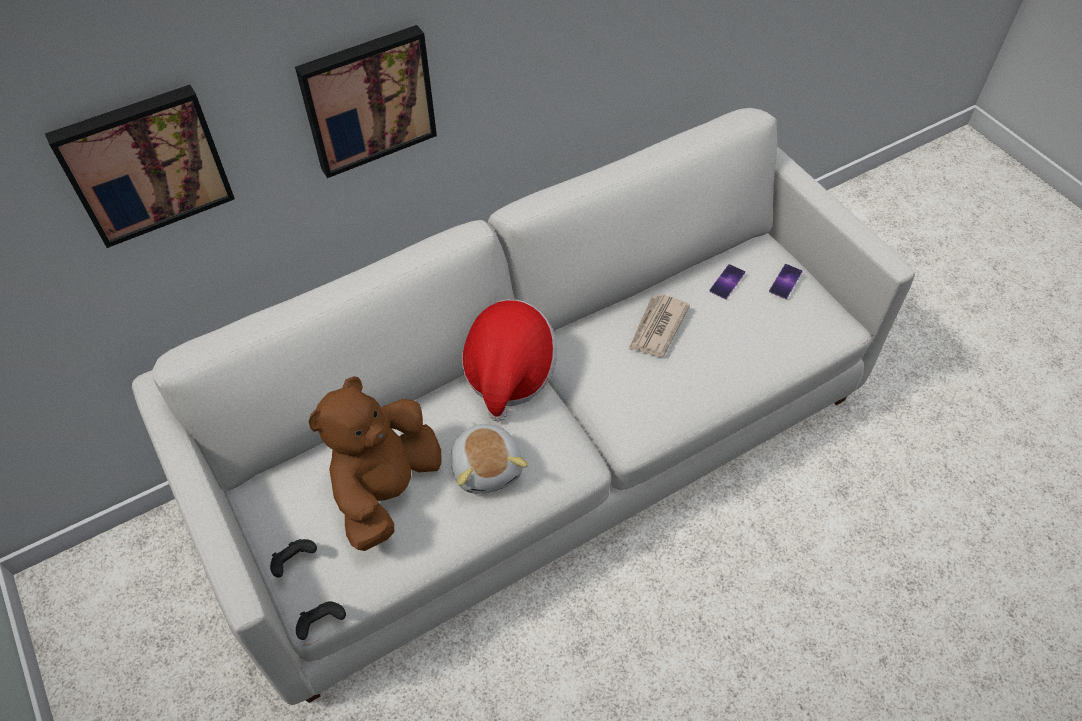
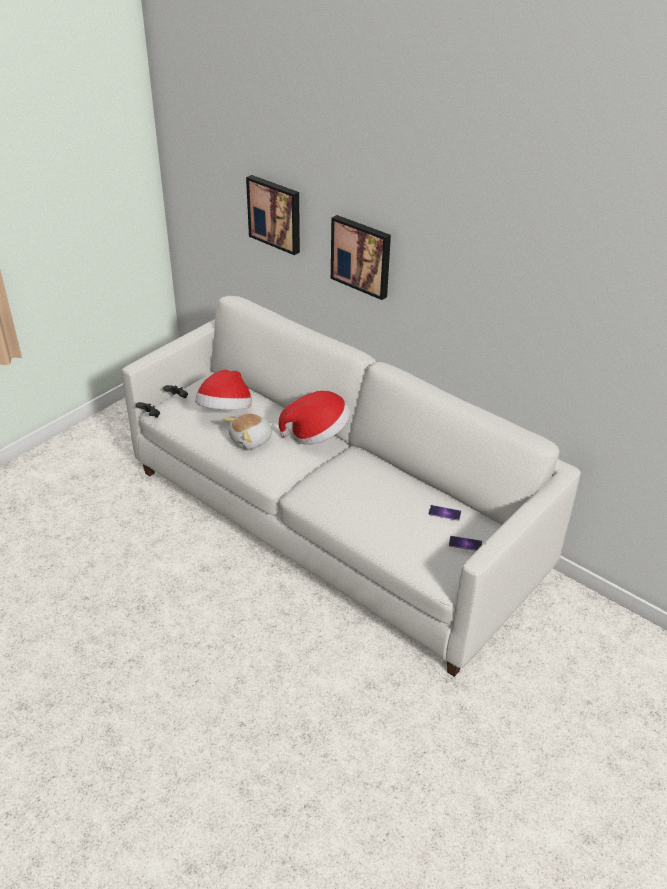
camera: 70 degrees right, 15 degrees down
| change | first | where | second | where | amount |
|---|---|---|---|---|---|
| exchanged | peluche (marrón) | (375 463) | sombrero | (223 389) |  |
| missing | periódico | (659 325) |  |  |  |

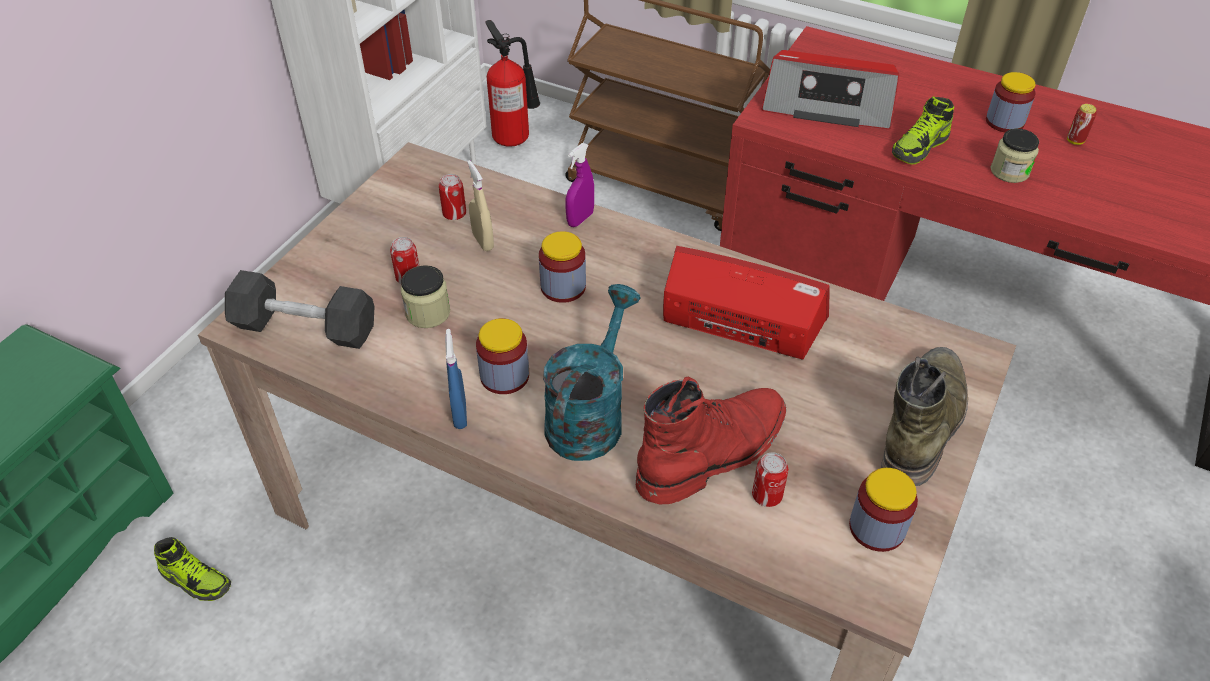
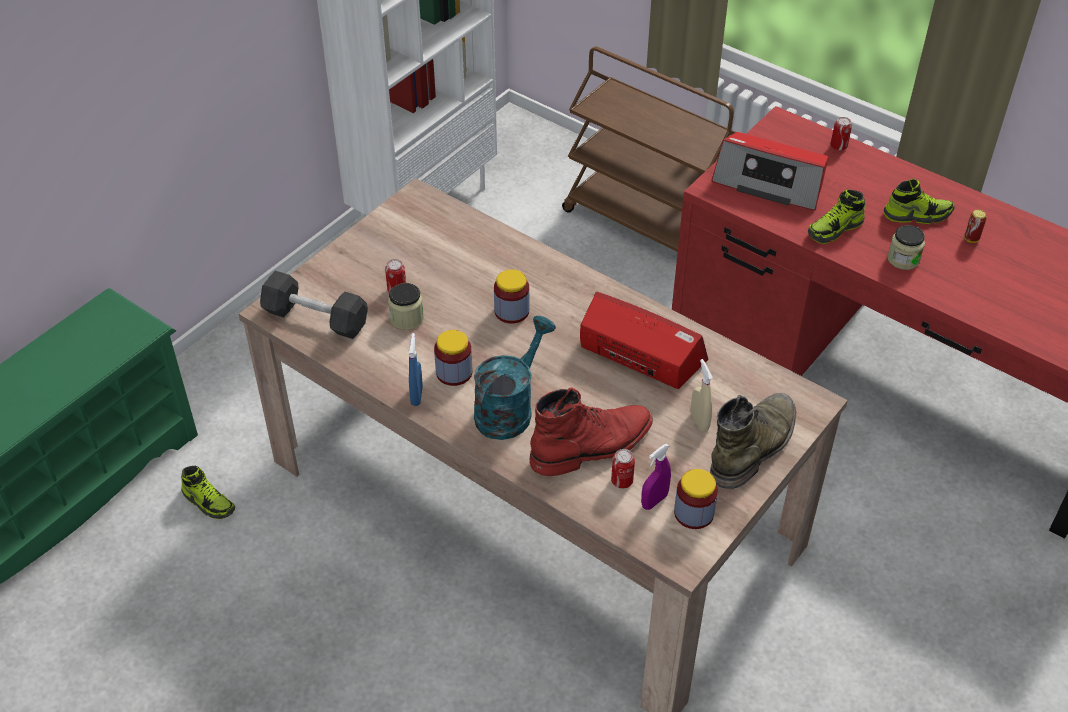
camera: 10 degrees right, 0 degrees up
| change | first | where | second | where | amount |
|---|---|---|---|---|---|
| relocated | pulverizador (morado) | (579 185) |  | (656 477) |  |
| relocated | pulverizador (beis) | (480 205) |  | (702 395) |  |
| relocated | lata | (452 197) |  | (841 133) |  |
| exchanged | tarro | (1011 102) | zapato | (919 201) |  |
| missing | extintor | (512 83) |  |  |  |

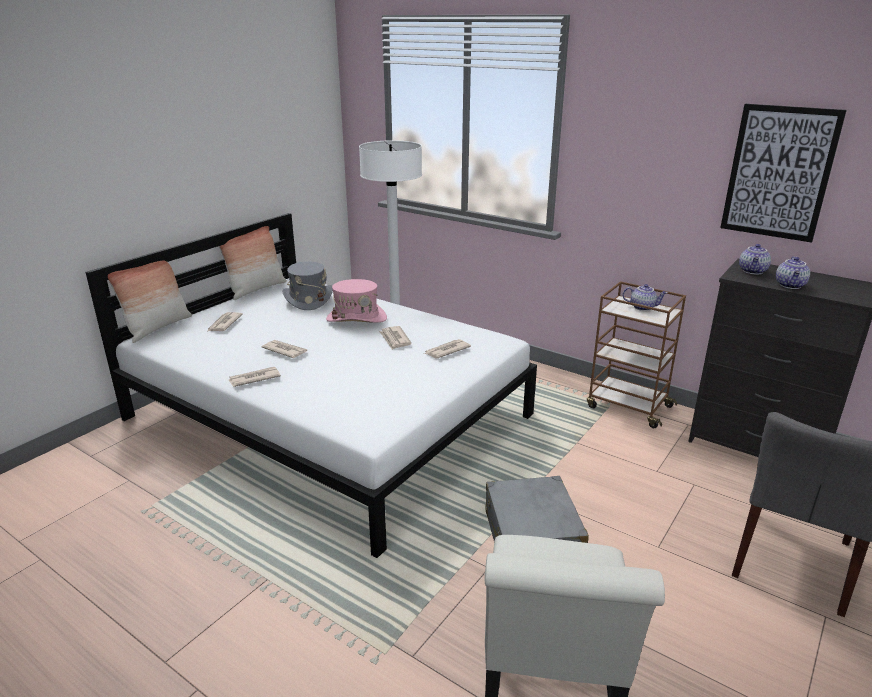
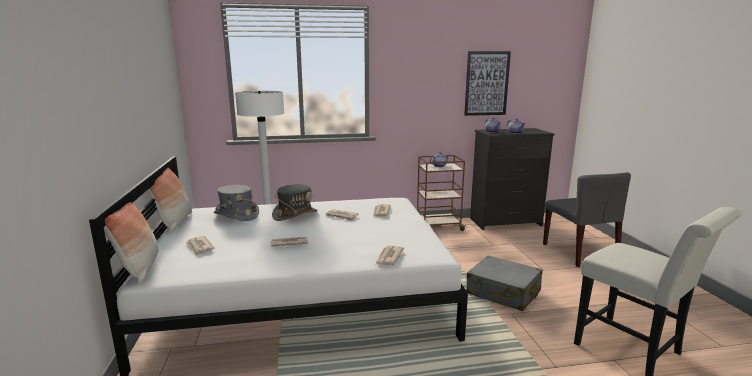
camera: 45 degrees left, 10 degrees down
| change | first | where | second | where | amount |
|---|---|---|---|---|---|
| colour | sombrero (rosa) | (356 301) | sombrero (gris) | (295 202) |  |
| relocated | periódico | (255 377) |  | (390 255) |  |

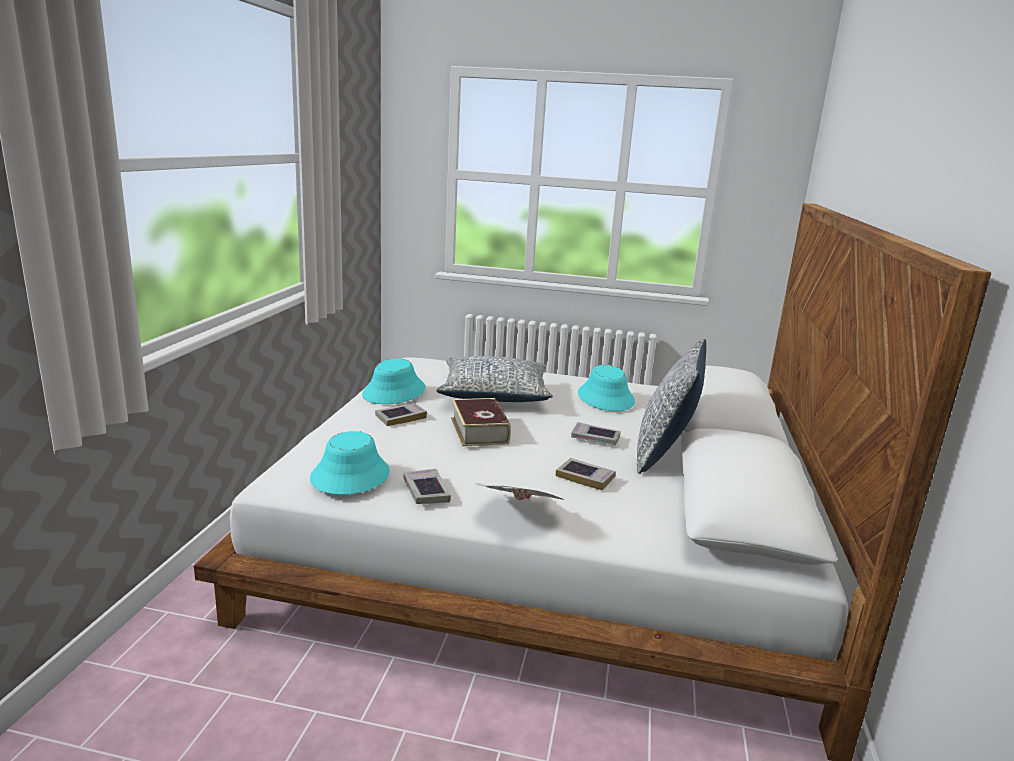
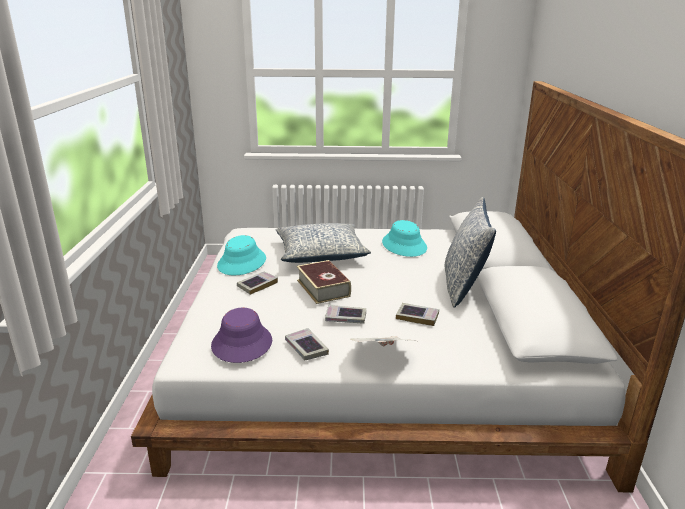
camera: 10 degrees left, 5 degrees up
| change | first | where | second | where | amount |
|---|---|---|---|---|---|
| colour | sombrero (turquesa) | (350 463) | sombrero (morado) | (241 335) |  |
| relocated | libro | (596 433) |  | (345 314) |  |

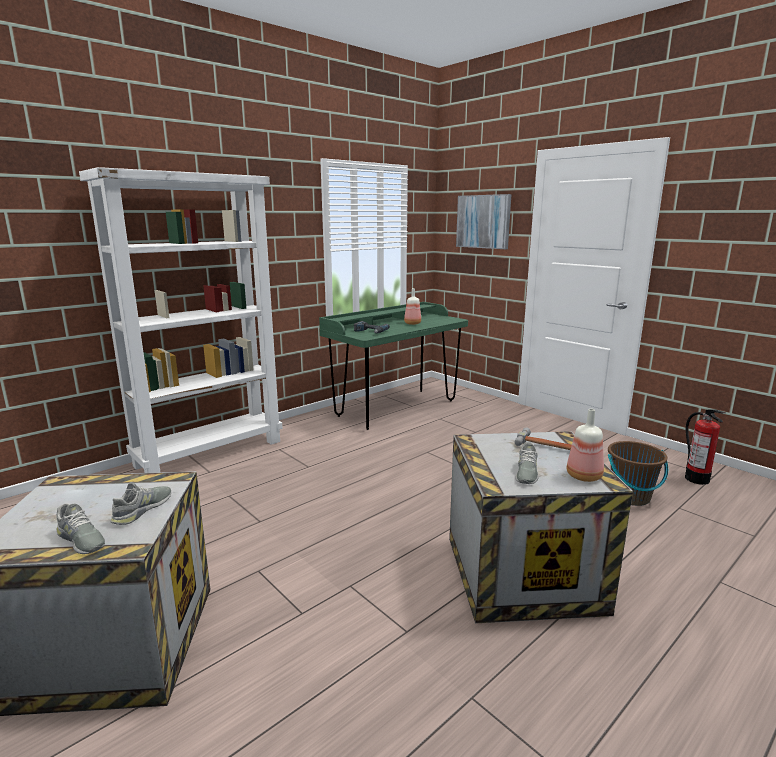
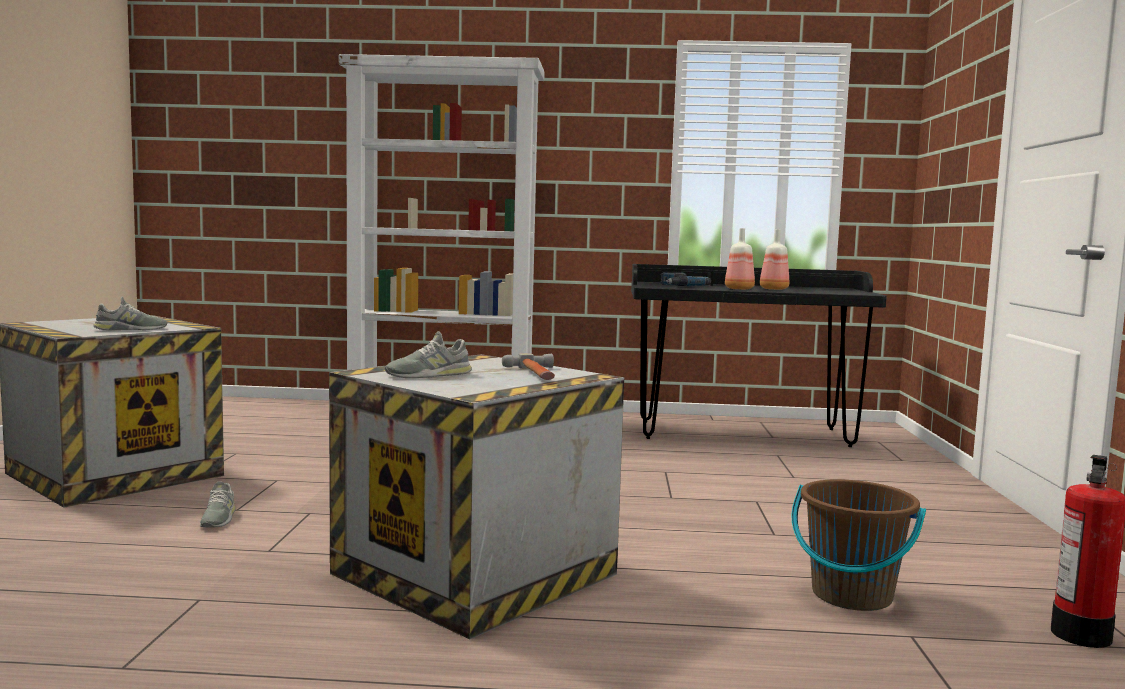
camera: 45 degrees right, 10 degrees down
| change | first | where | second | where | amount |
|---|---|---|---|---|---|
| relocated | zapato (gris) | (80 528) |  | (218 504) |  |
| colour | escritorio (verde) | (393 366) | escritorio (negro) | (759 355) |  |
| relocated | botella | (585 445) |  | (740 259) |  |
| missing | cuadro | (484 221) |  |  |  |

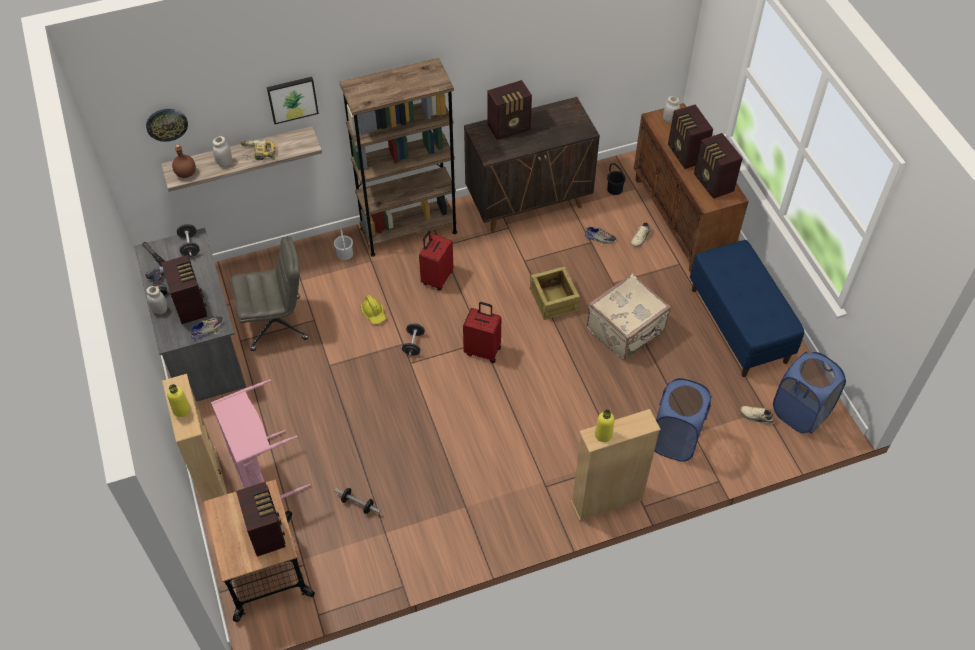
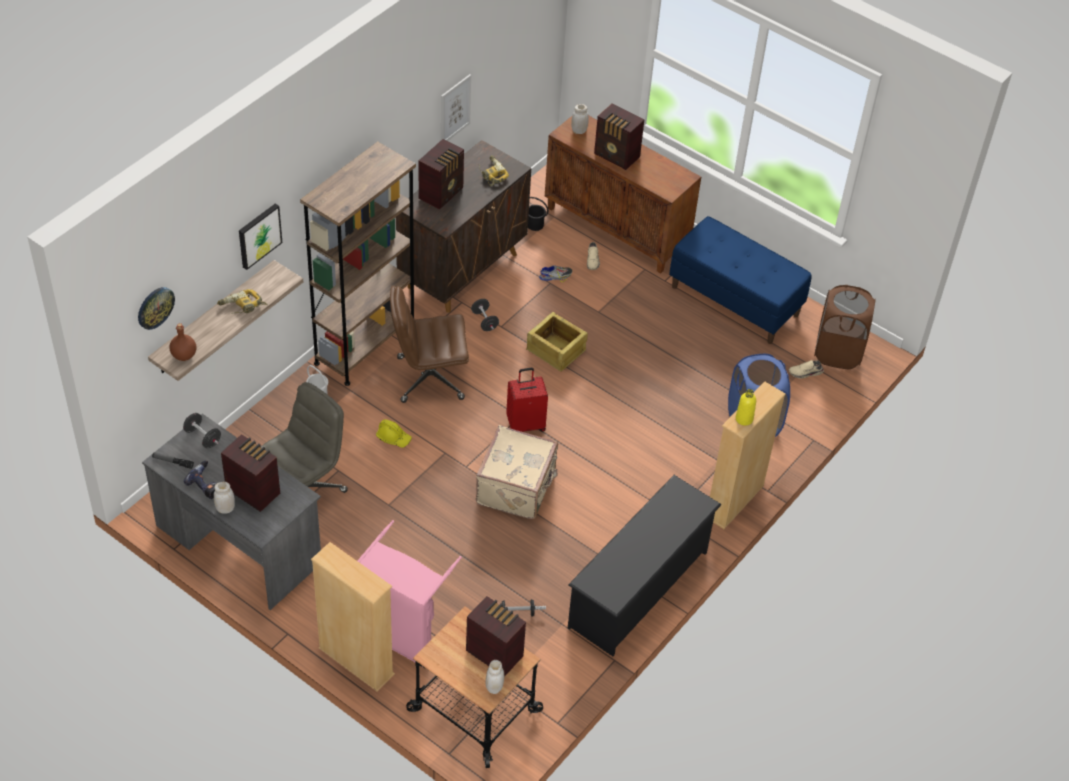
camera: 35 degrees left, 5 degrees down
| change | first | where | second | where | amount |
|---|---|---|---|---|---|
| exchanged | maleta (rojo) | (436 260) | silla de oficina (marrón) | (429 344) |  |
| appeared |  |  | cuadro | (456 107) |  |
| relocated | mancuerna (negro) | (413 339) |  | (485 315) |  |
| relocated | maleta (beis) | (629 316) |  | (517 472) |  |
| appeared |  |  | taladro | (494 170) |  |
| relocated | tarro (blanco) | (222 151) |  | (495 677) |  |
| appeared |  |  | zapatero (negro) | (645 565) |  |
| colour | cesto de la ropa (azul) | (809 393) | cesto de la ropa (marrón) | (845 327) |  |
| missing | botella (amarillo) | (179 400) |  |  |  |
| missing | zapato | (206 328) |  |  |  |
| missing | radio | (718 166) |  |  |  |

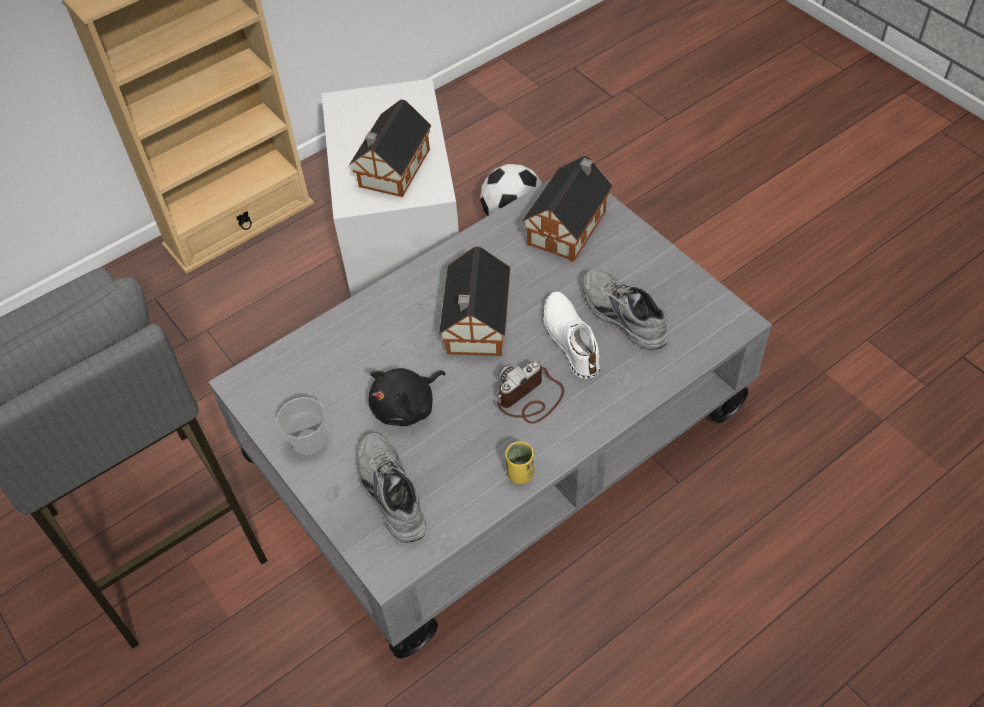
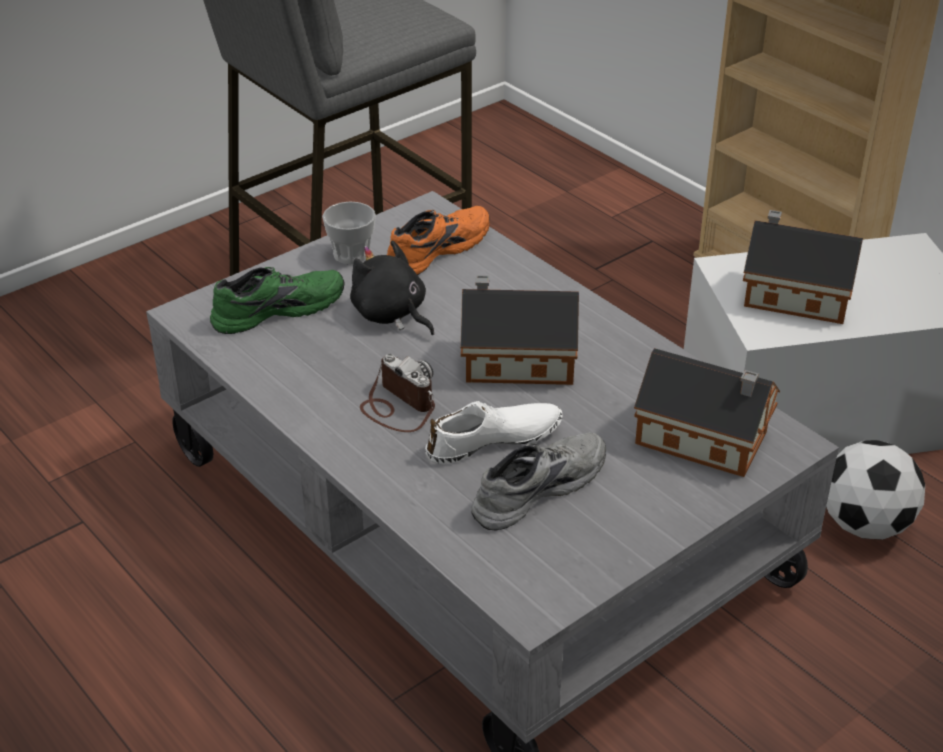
camera: 85 degrees right, 15 degrees down
| change | first | where | second | where | amount |
|---|---|---|---|---|---|
| colour | zapato (gris) | (391 487) | zapato (verde) | (277 300) |  |
| appeared |  |  | zapato (naranja) | (438 240) |  |
| missing | taza (amarillo) | (519 463) |  |  |  |

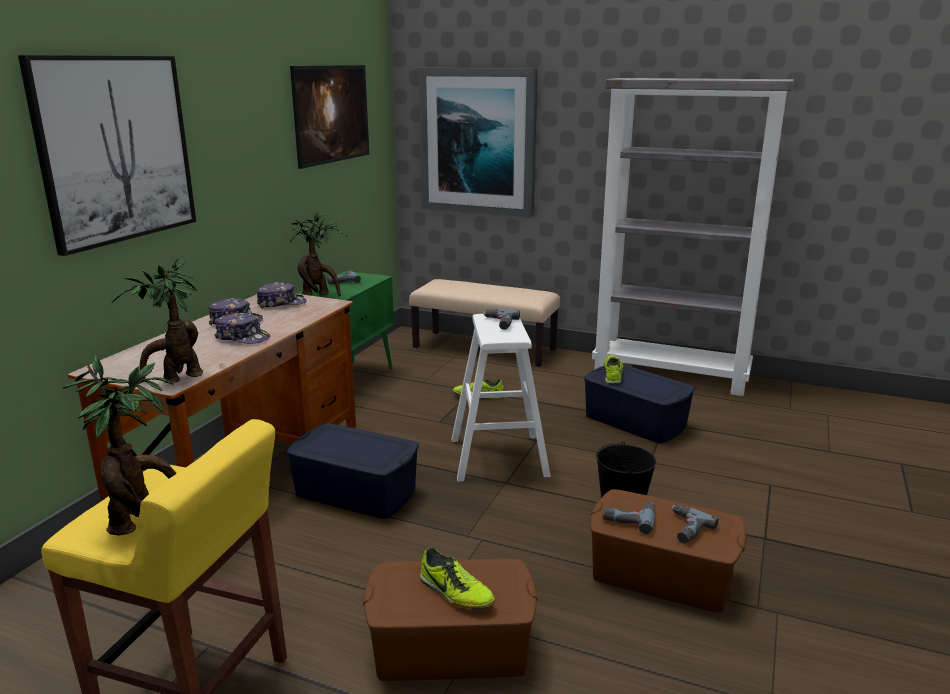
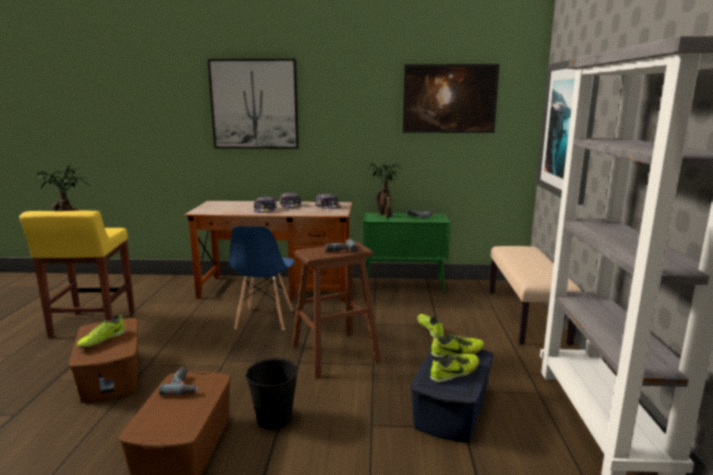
camera: 70 degrees right, 5 degrees down
| change | first | where | second | where | amount |
|---|---|---|---|---|---|
| exchanged | caja de almacenaje (azul) | (352 471) | silla (azul) | (262 278) |  |
| colour | taburete (blanco) | (501 398) | taburete (marrón) | (336 310) |  |
| appeared |  |  | zapato | (454 368) |  |
| missing | planta en maceta | (157 320) |  |  |  |
| missing | taladro | (695 524) |  |  |  |

